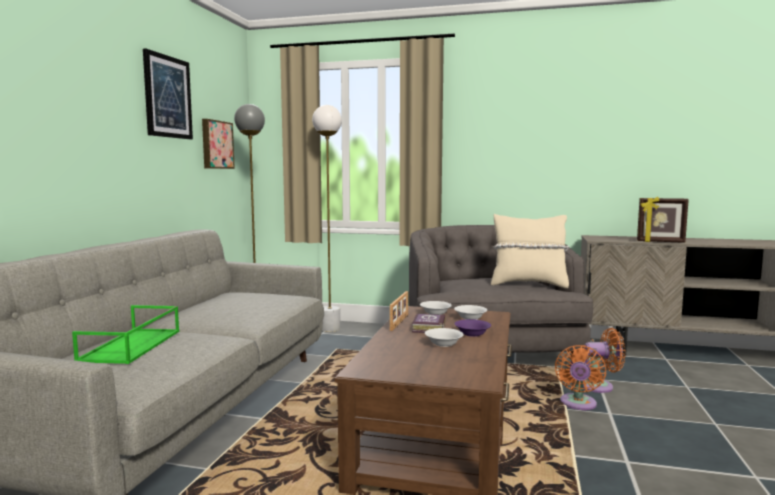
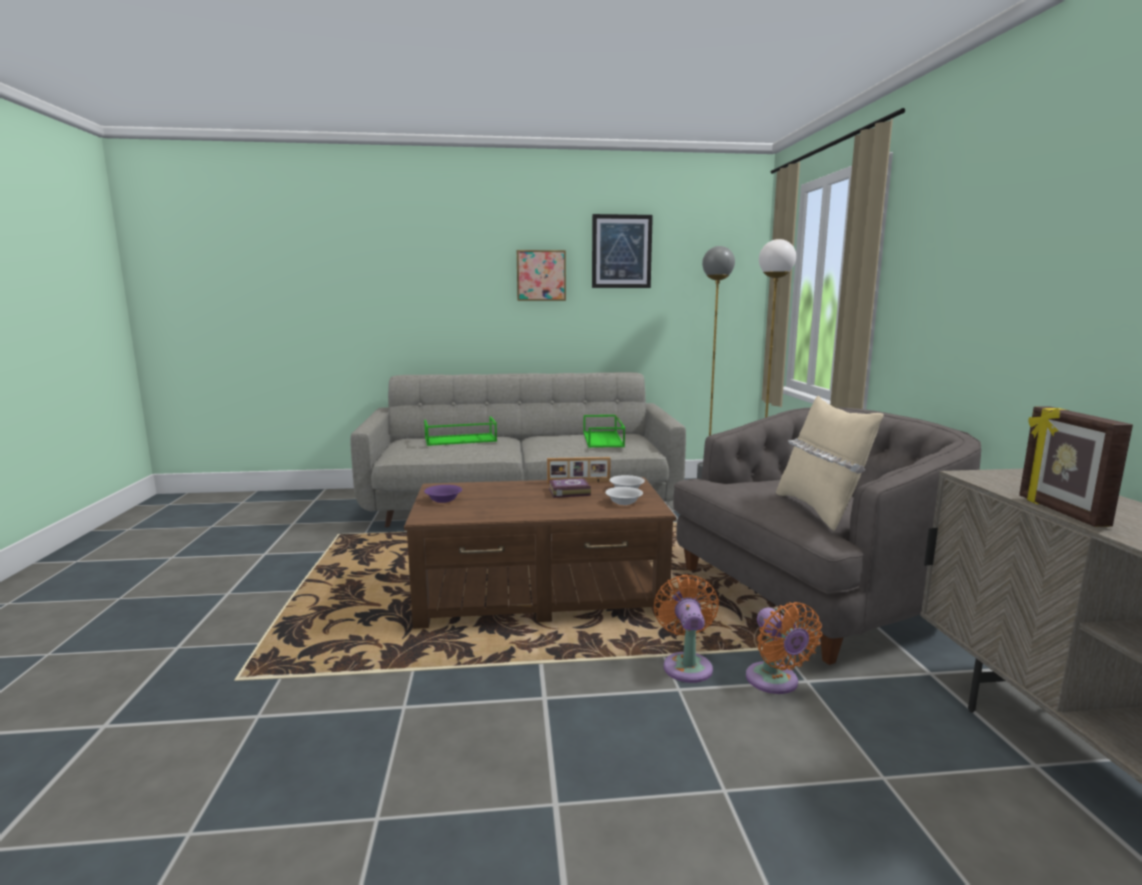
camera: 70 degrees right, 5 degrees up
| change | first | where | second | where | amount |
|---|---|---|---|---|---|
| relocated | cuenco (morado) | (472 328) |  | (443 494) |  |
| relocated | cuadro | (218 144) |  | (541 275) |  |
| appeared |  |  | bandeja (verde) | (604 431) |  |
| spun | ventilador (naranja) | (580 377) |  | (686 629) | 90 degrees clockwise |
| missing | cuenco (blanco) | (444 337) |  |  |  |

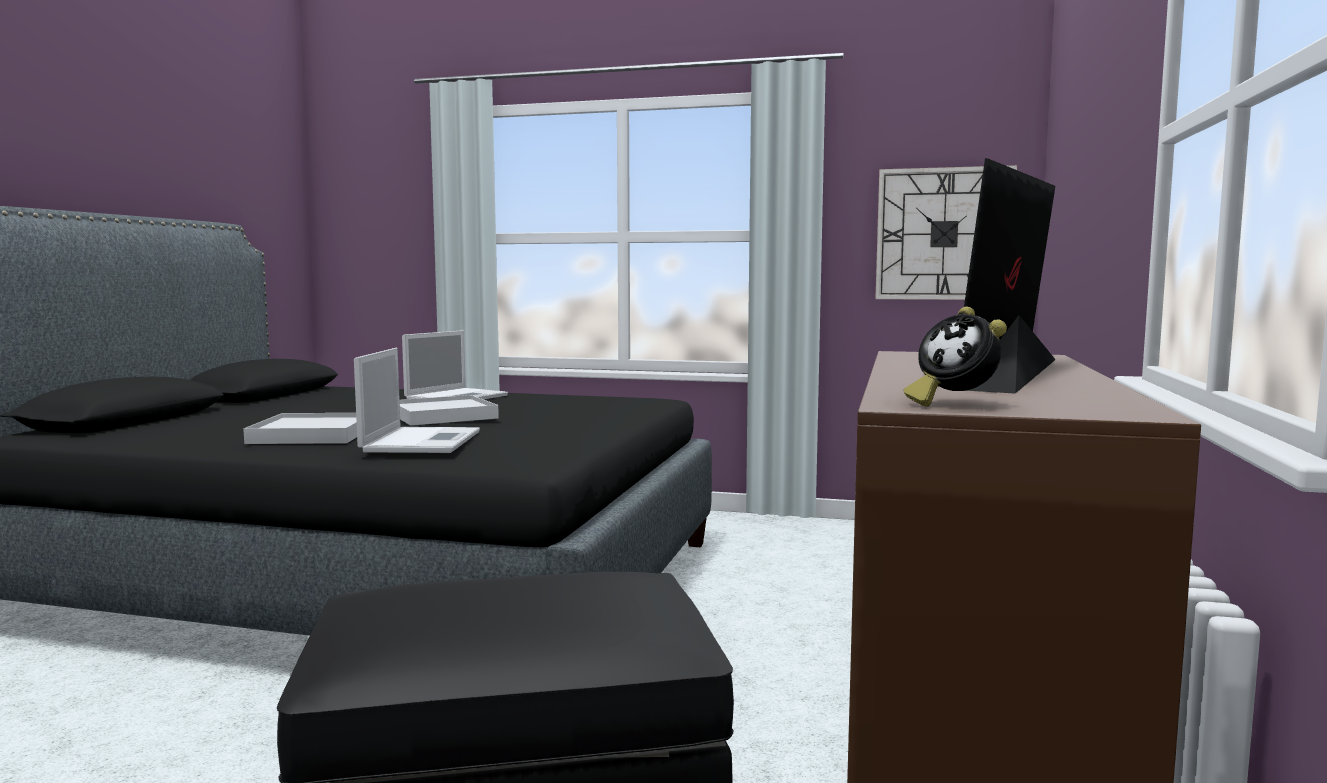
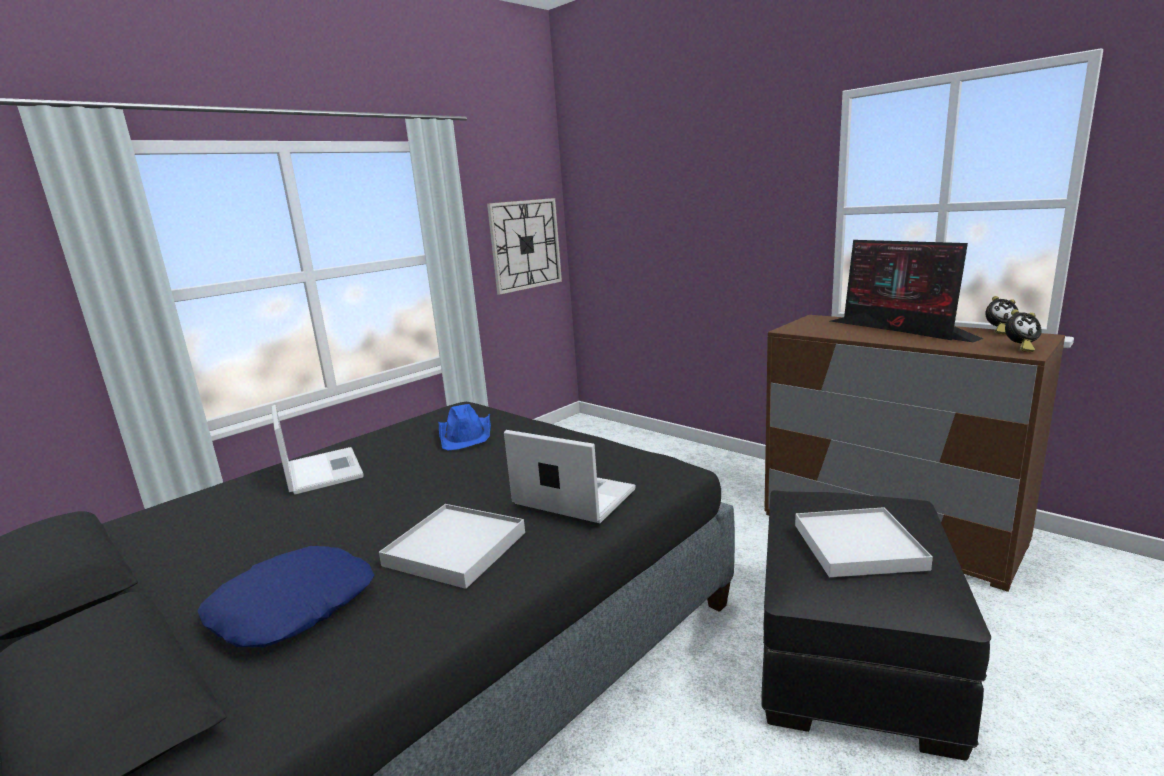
camera: 60 degrees left, 10 degrees up
| change | first | where | second | where | amount |
|---|---|---|---|---|---|
| appeared |  |  | cojín (azul) | (286 596) |  |
| appeared |  |  | sombrero (azul) | (464 427) |  |
| relocated | bandeja (blanco) | (449 410) |  | (864 542) |  |
| appeared |  |  | despertador | (1001 315) |  |

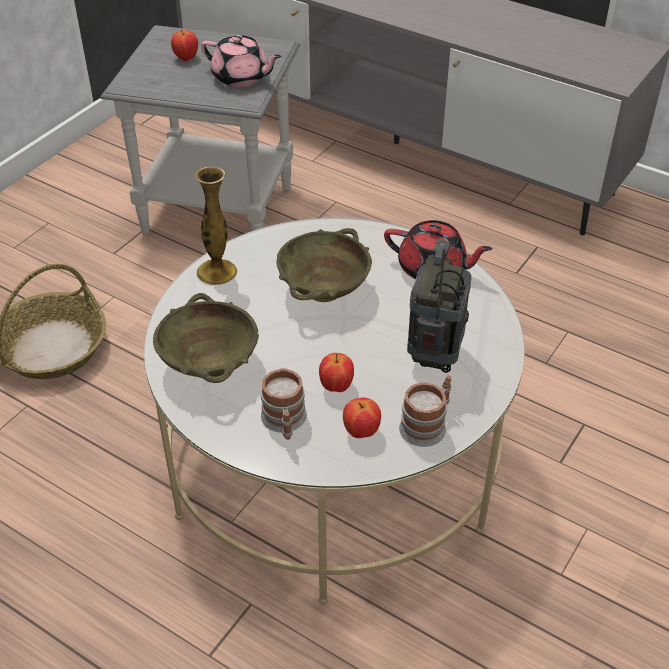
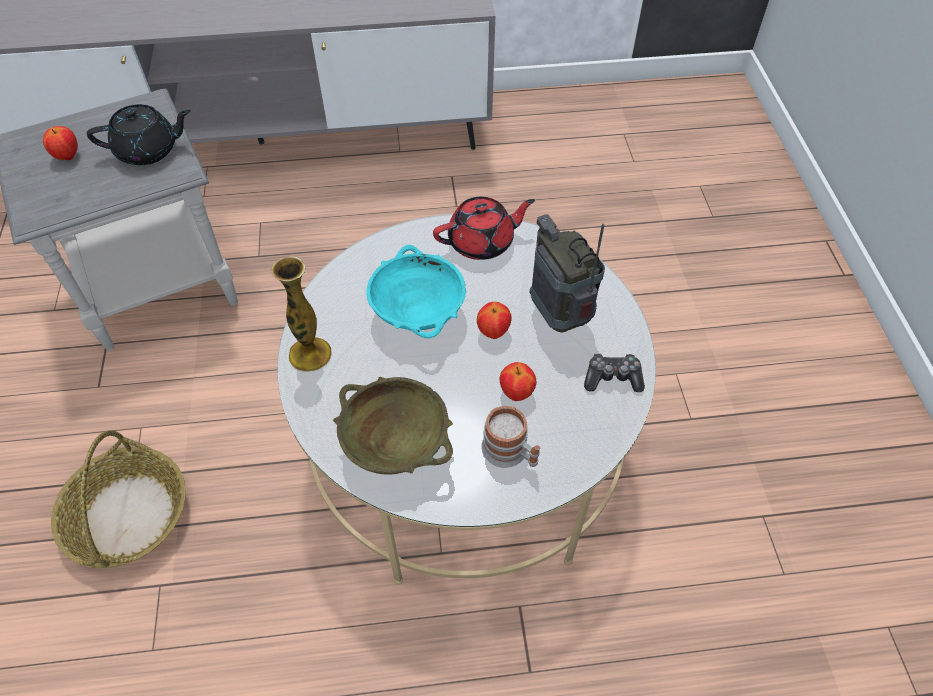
camera: 40 degrees left, 10 degrees up
| change | first | where | second | where | amount |
|---|---|---|---|---|---|
| colour | tetera (rosa) | (241 61) | tetera (negro) | (139 134) |  |
| colour | cuenco (beis) | (324 265) | cuenco (turquesa) | (416 291) |  |
| relocated | manzana | (362 418) |  | (494 320) |  |
| exchanged | taza grande | (425 411) | mando de consola | (614 372) |  |

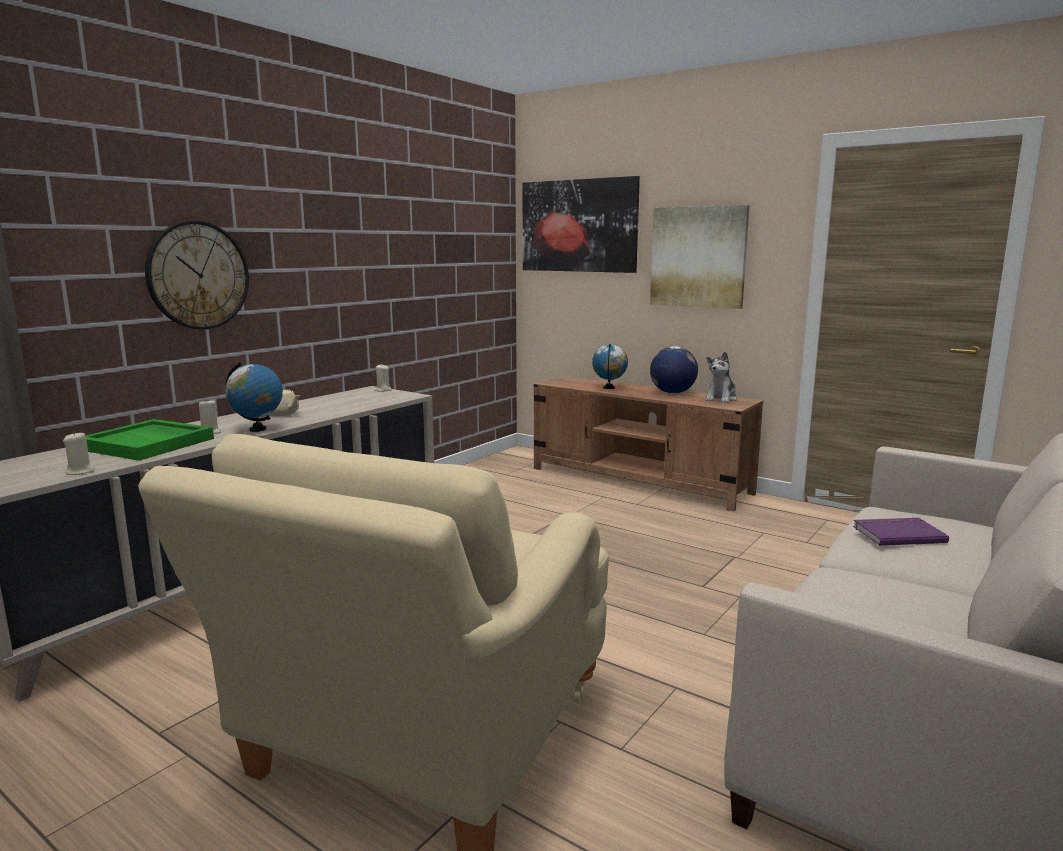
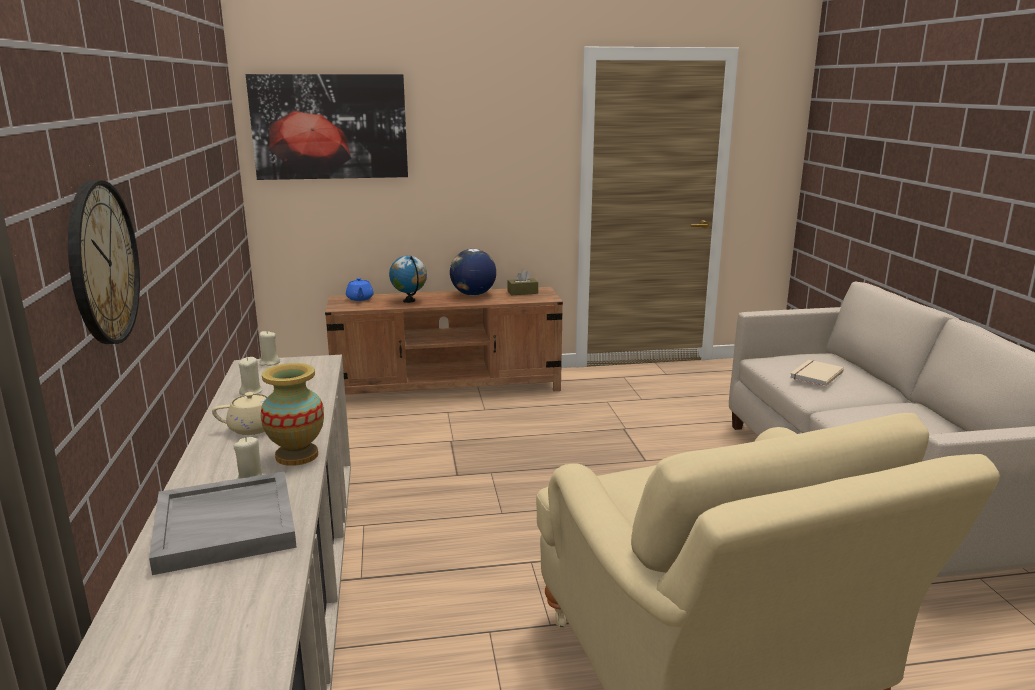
camera: 45 degrees left, 5 degrees up
| change | first | where | second | where | amount |
|---|---|---|---|---|---|
| colour | bandeja (verde) | (150 440) | bandeja (gris) | (223 523) |  |
| relocated | vela (beis) | (79 453) |  | (250 376) |  |
| exchanged | globo terráqueo | (254 397) | florero | (292 414) |  |
| appeared |  |  | tetera (azul) | (360 289) |  |
| exchanged | peluche | (721 377) | caja de pañuelos (marrón) | (522 283) |  |
| colour | libro (morado) | (901 532) | libro (beis) | (817 373) |  |
| missing | cuadro | (700 257) |  |  |  |

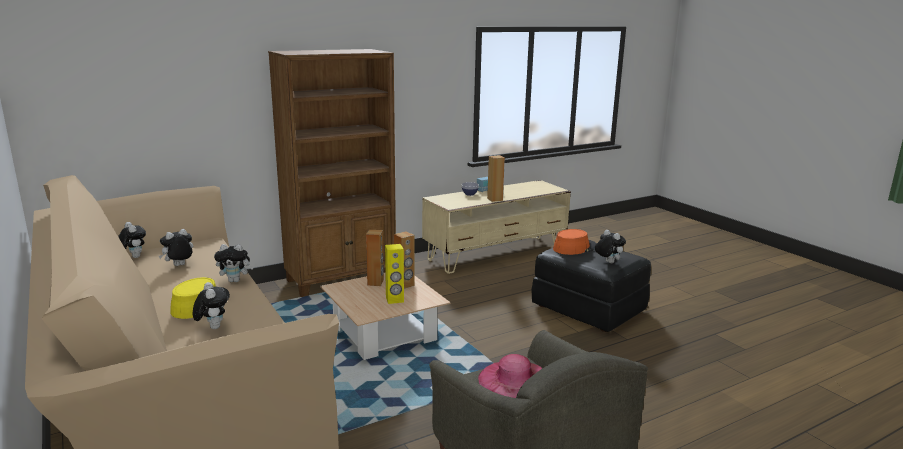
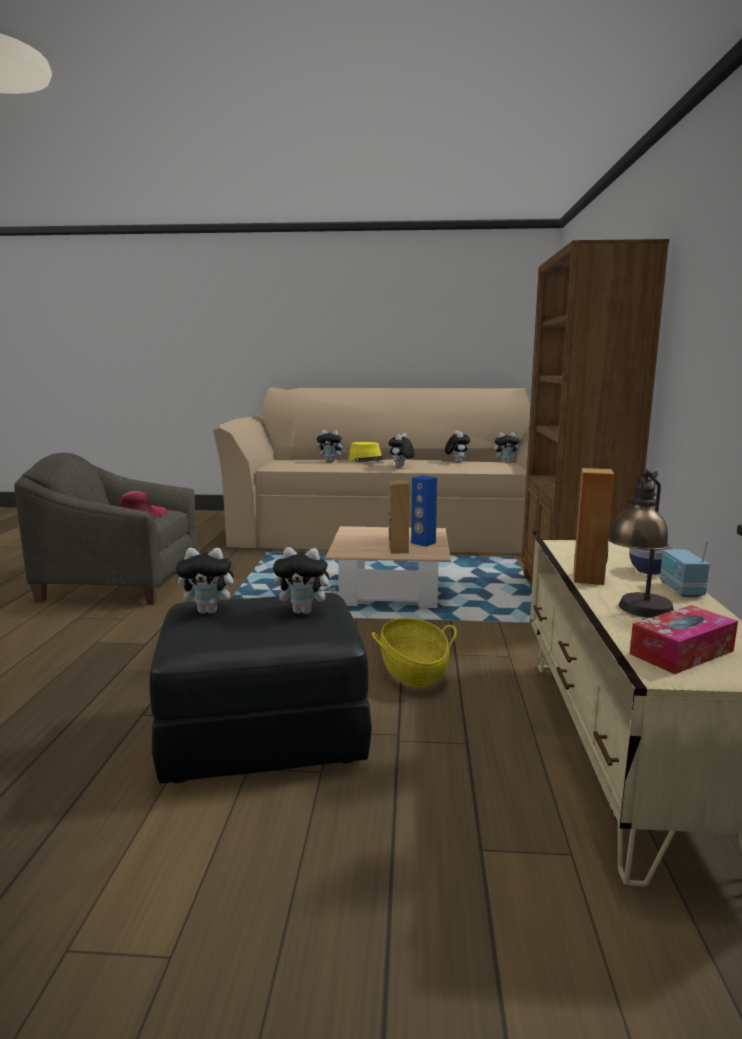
camera: 125 degrees right, 5 degrees down
| change | first | where | second | where | amount |
|---|---|---|---|---|---|
| exchanged | sombrero (naranja) | (574 242) | peluche | (304 580) |  |
| appeared |  |  | cesta | (414 652) |  |
| colour | altavoz (marrón) | (375 258) | altavoz (azul) | (424 511) |  |
| appeared |  |  | lámpara de mesa | (641 543) |  |
| appeared |  |  | caja de pañuelos | (684 639) |  |
| missing | altavoz (amarillo) | (394 274) |  |  |  |

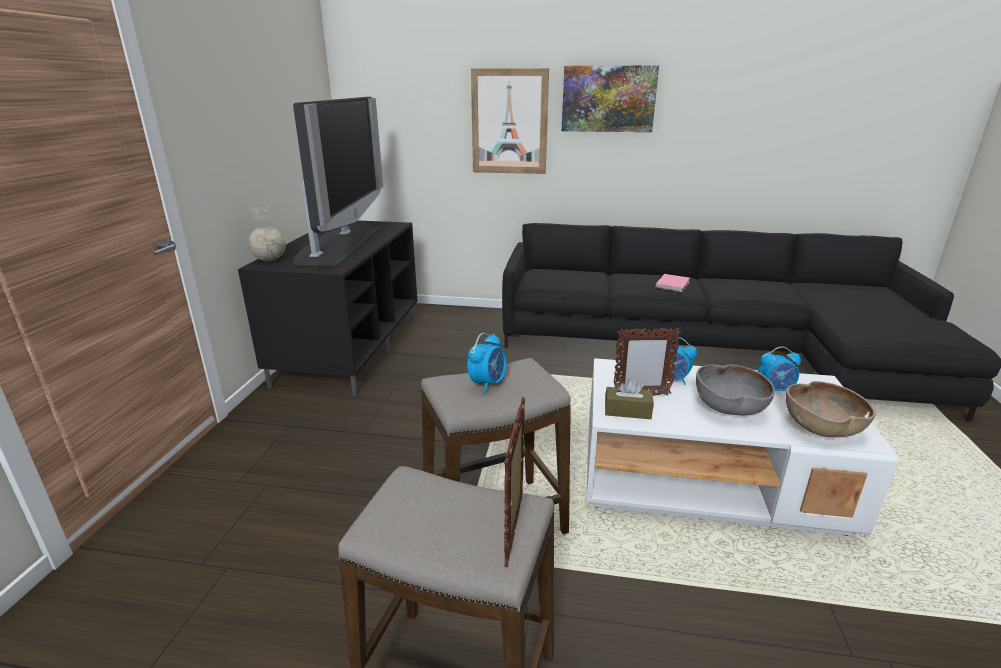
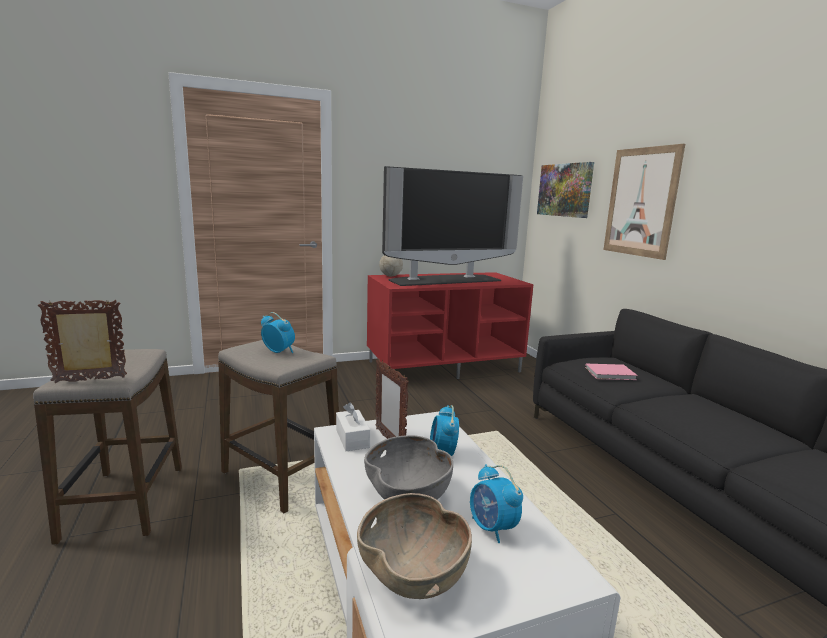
camera: 60 degrees right, 10 degrees down
| change | first | where | second | where | amount |
|---|---|---|---|---|---|
| spun | despertador | (487 363) |  | (278 332) | 150 degrees counterclockwise |
| colour | caja de pañuelos (marrón) | (629 398) | caja de pañuelos (blanco) | (353 427) |  |
| colour | mueble de televisión (negro) | (327 308) | mueble de televisión (rojo) | (450 325) |  |
| relocated | cuadro | (610 99) |  | (565 190) |  |
| relocated | libro (rosa) | (673 283) |  | (611 372) |  |

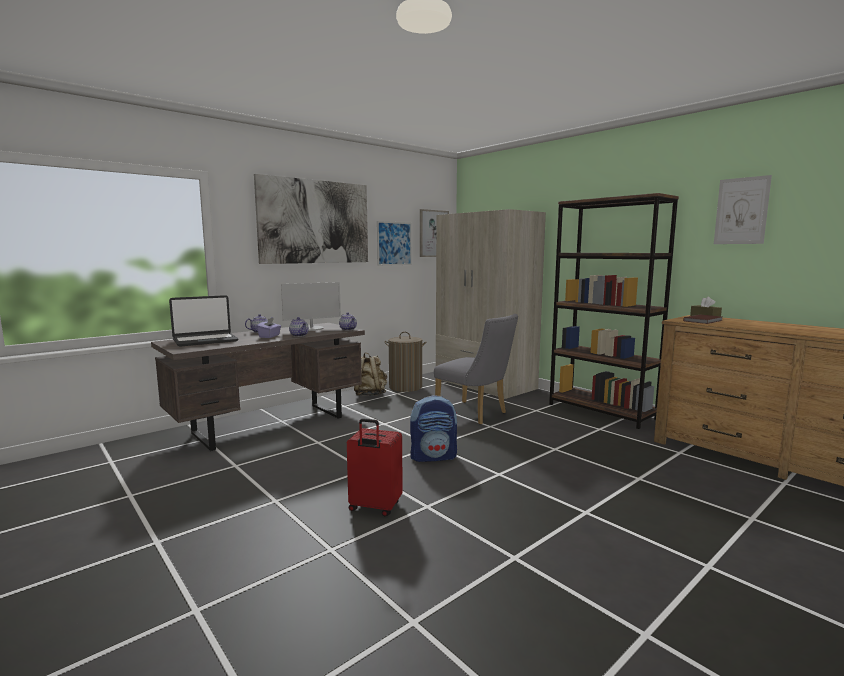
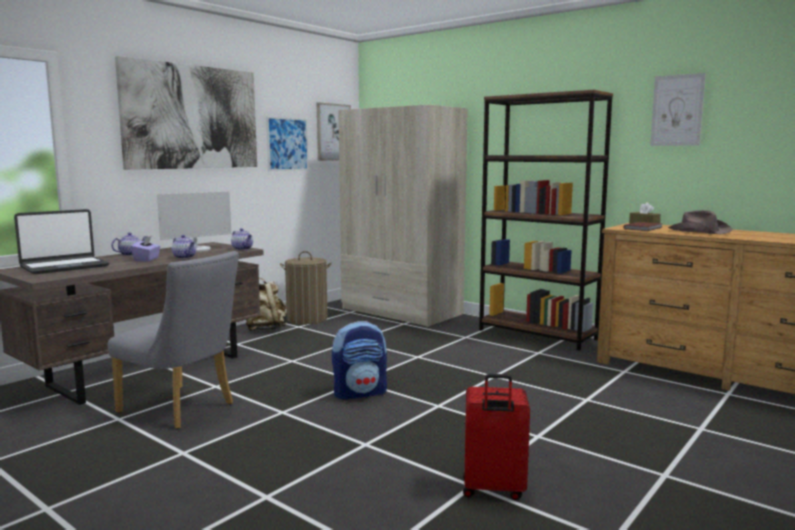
camera: 10 degrees left, 0 degrees up
| change | first | where | second | where | amount |
|---|---|---|---|---|---|
| relocated | silla (gris) | (476 369) |  | (173 340) |  |
| relocated | maleta (rojo) | (375 467) |  | (496 437) |  |
| appeared |  |  | sombrero (marrón) | (700 222) |  |

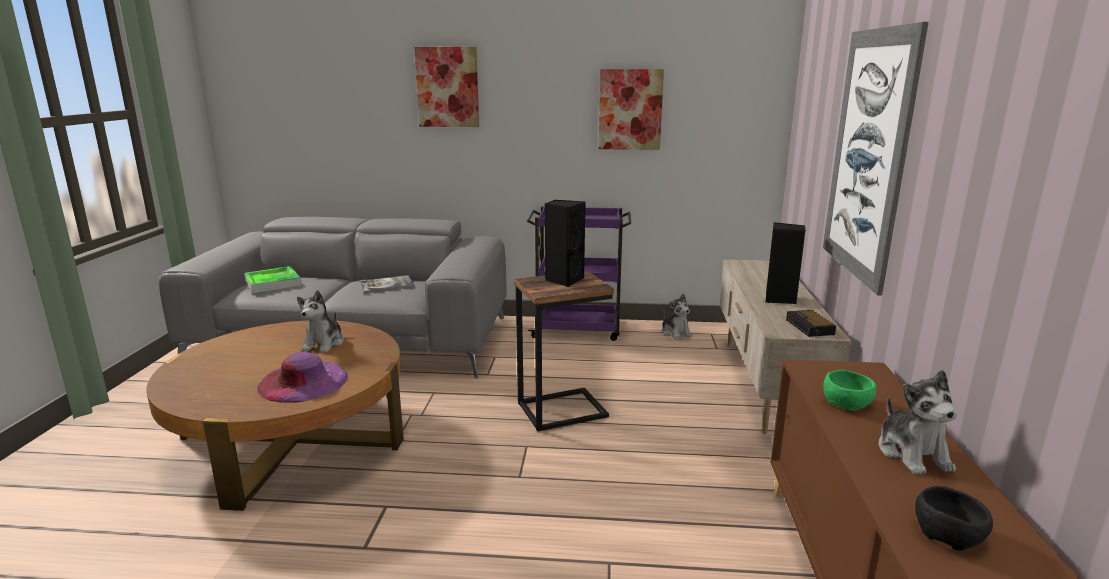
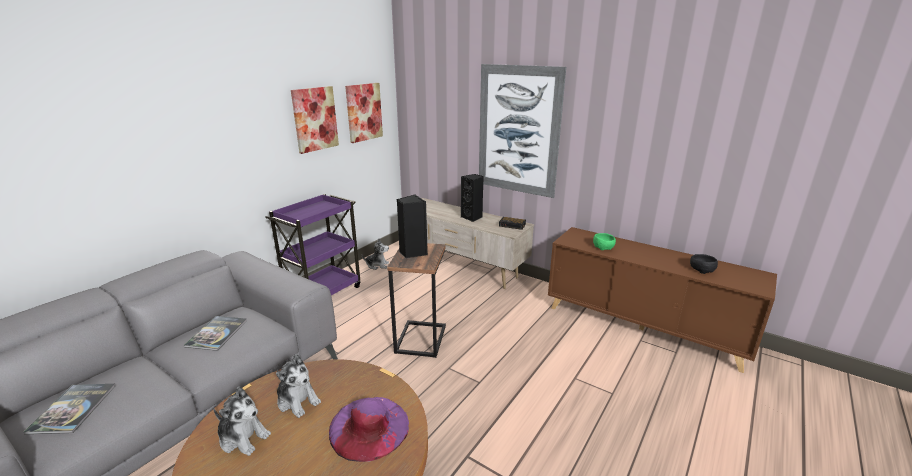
camera: 60 degrees left, 5 degrees up
| change | first | where | second | where | amount |
|---|---|---|---|---|---|
| exchanged | bandeja | (272 279) | libro | (69 409) |  |
| relocated | peluche | (917 422) |  | (242 421) |  |
| relocated | cuadro | (446 87) |  | (364 113) |  |

